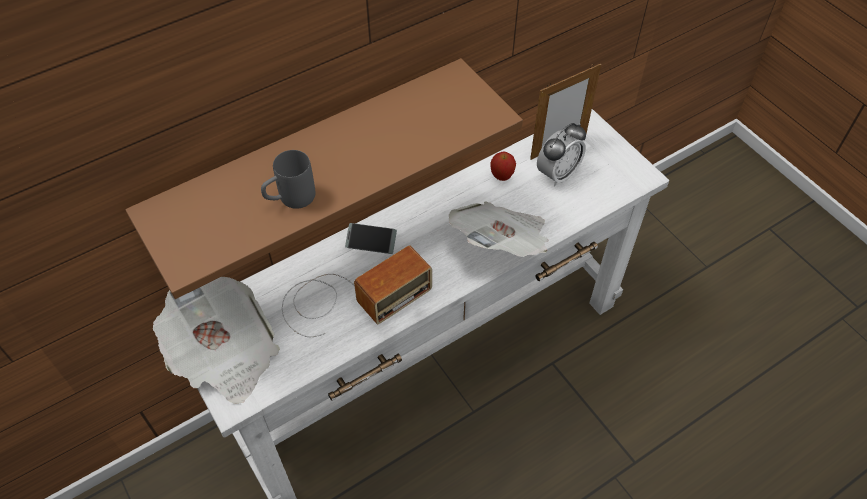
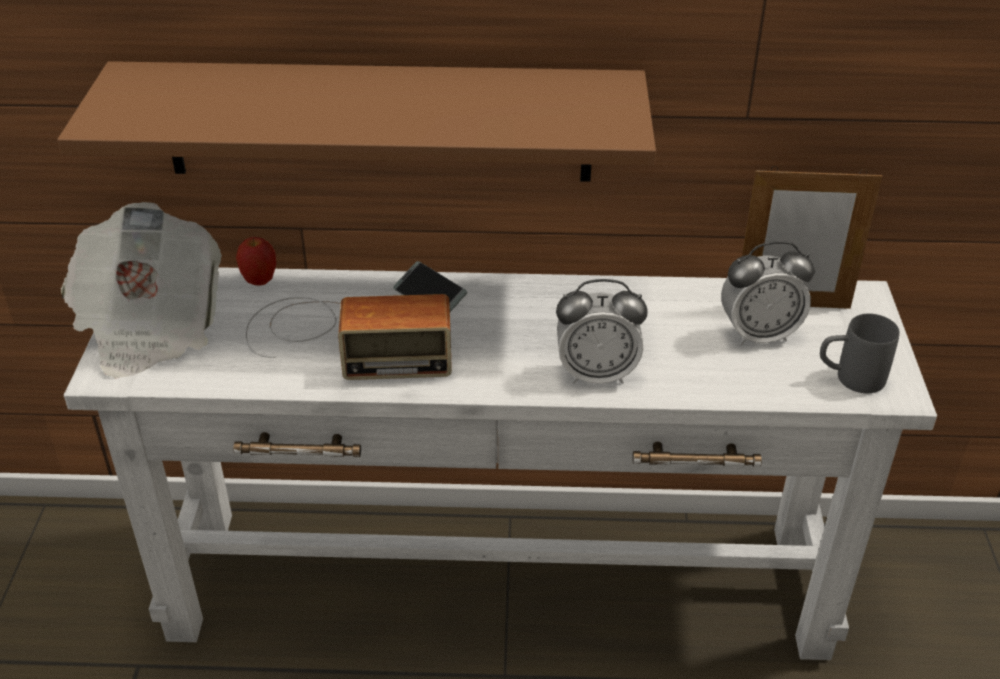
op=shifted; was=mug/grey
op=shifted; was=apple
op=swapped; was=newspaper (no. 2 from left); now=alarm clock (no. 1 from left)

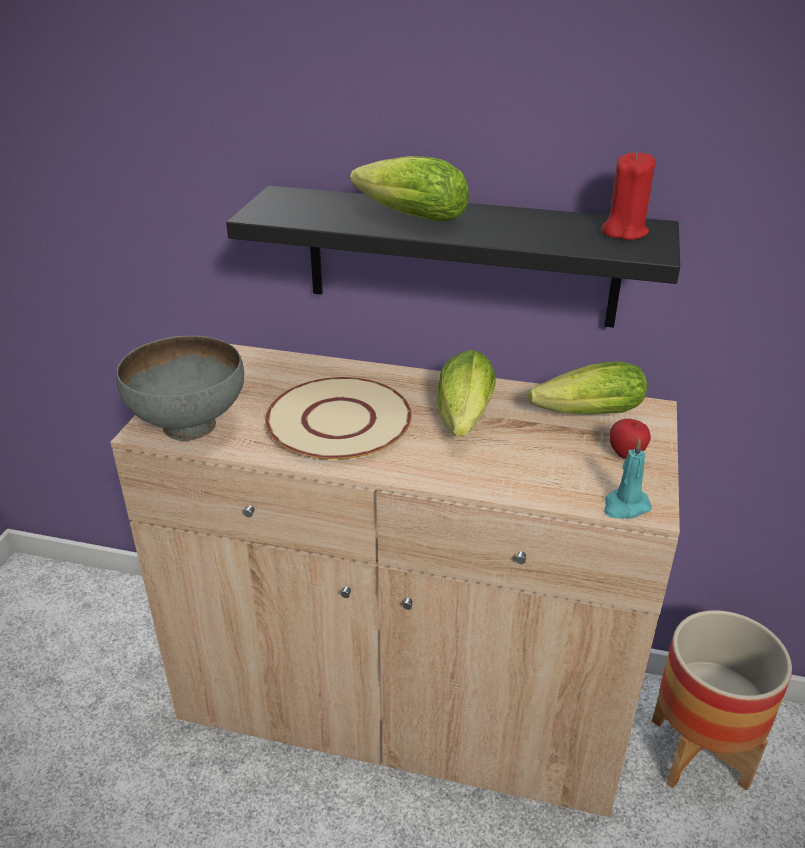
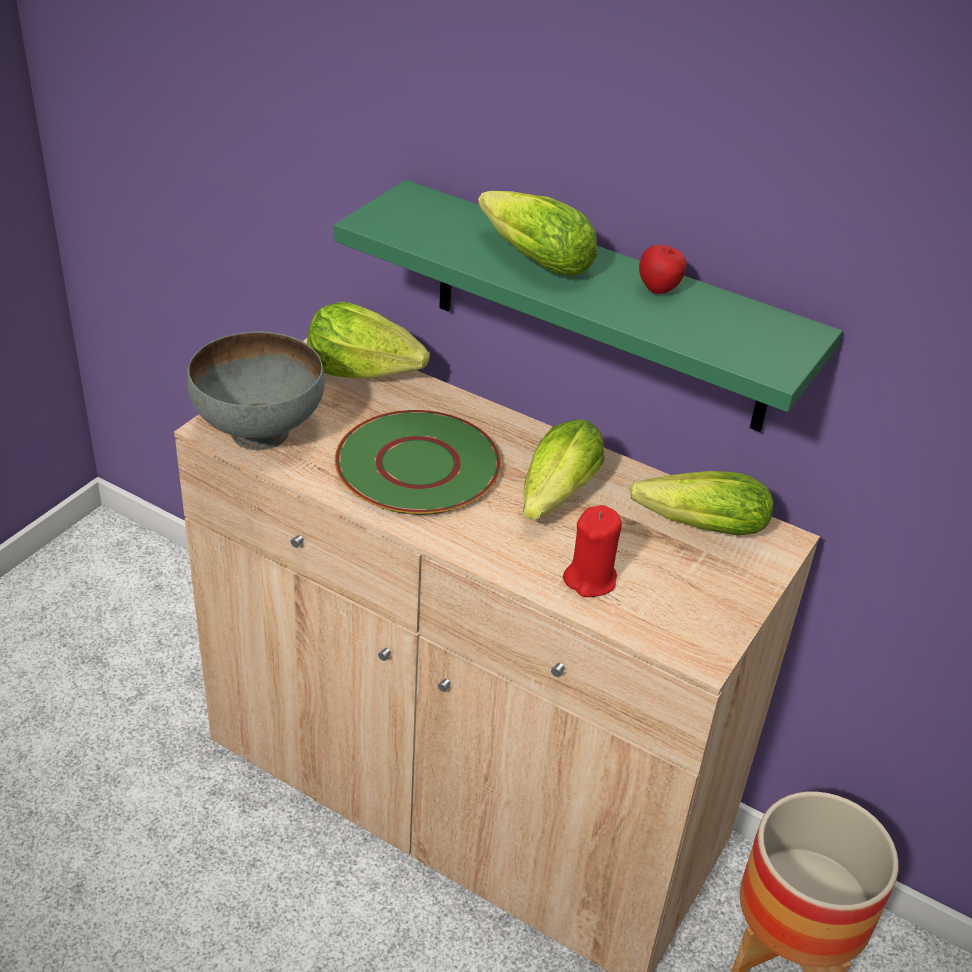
op=shifted; was=candle/red
op=repainted; was=shelf/black; now=shelf/green
op=repainted; was=plate/beige; now=plate/green
op=shifted; was=apple
op=gone; was=candle/turquoise
op=new; now=lettuce (no. 1 from left)

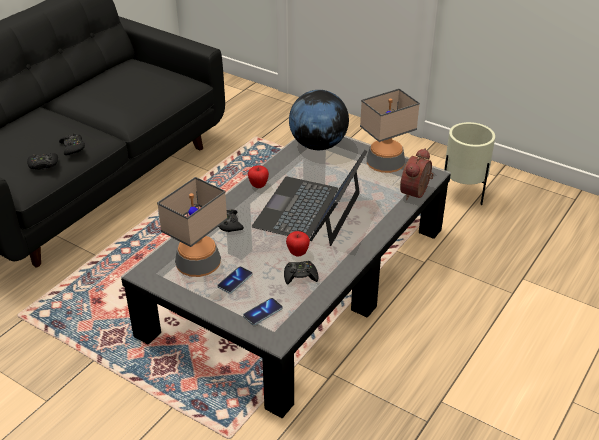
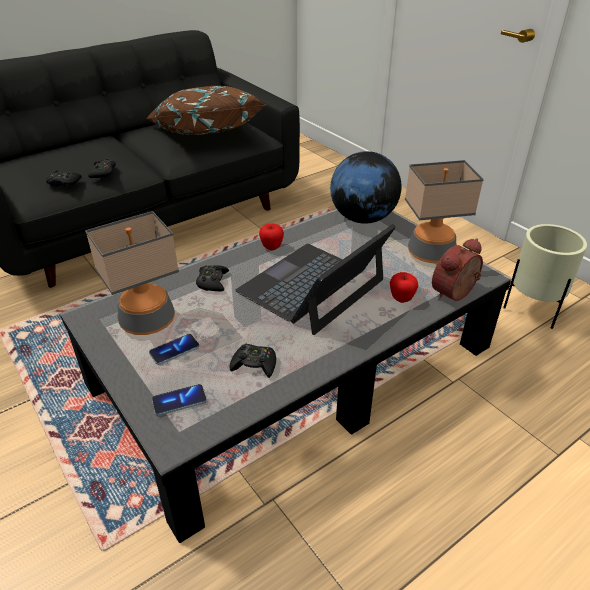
op=shifted; was=apple (no. 2 from left)
op=new; now=pillow/brown

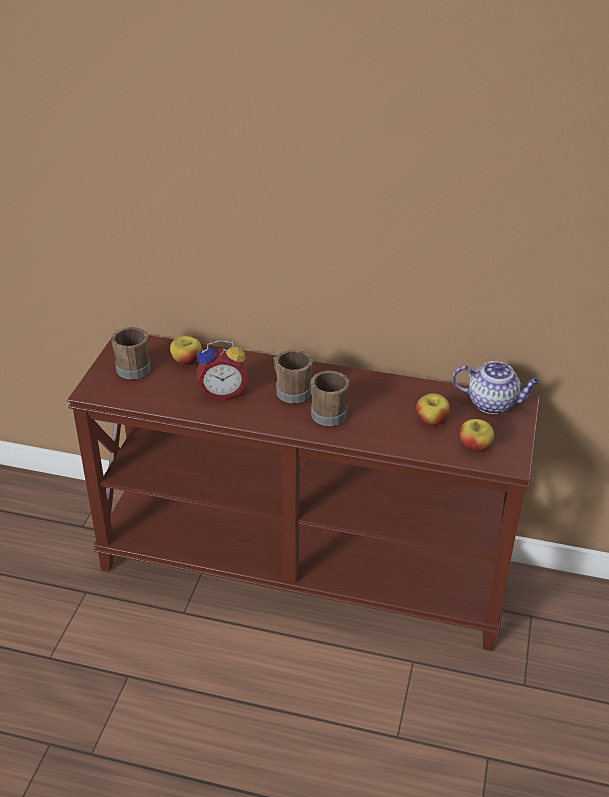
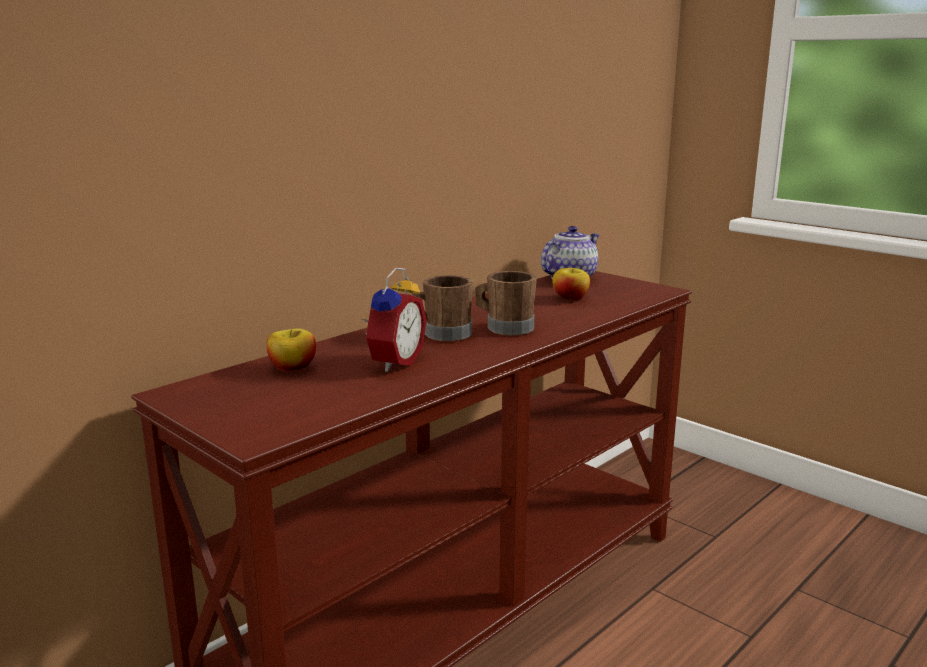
op=gone; was=mug/brown (no. 1 from left)
op=gone; was=apple (no. 3 from left)

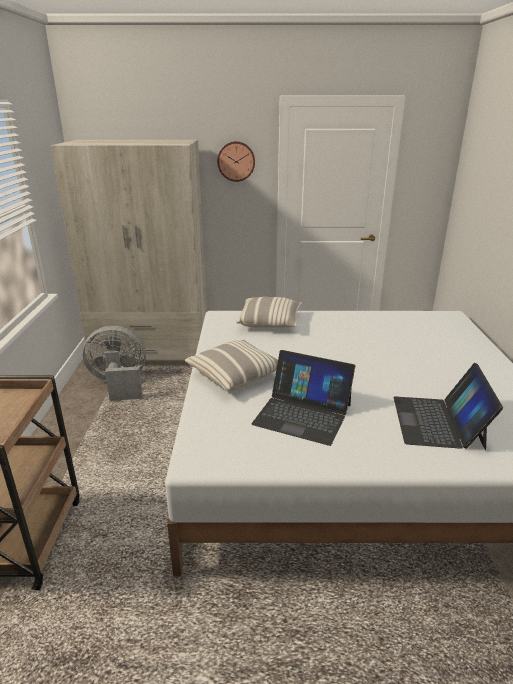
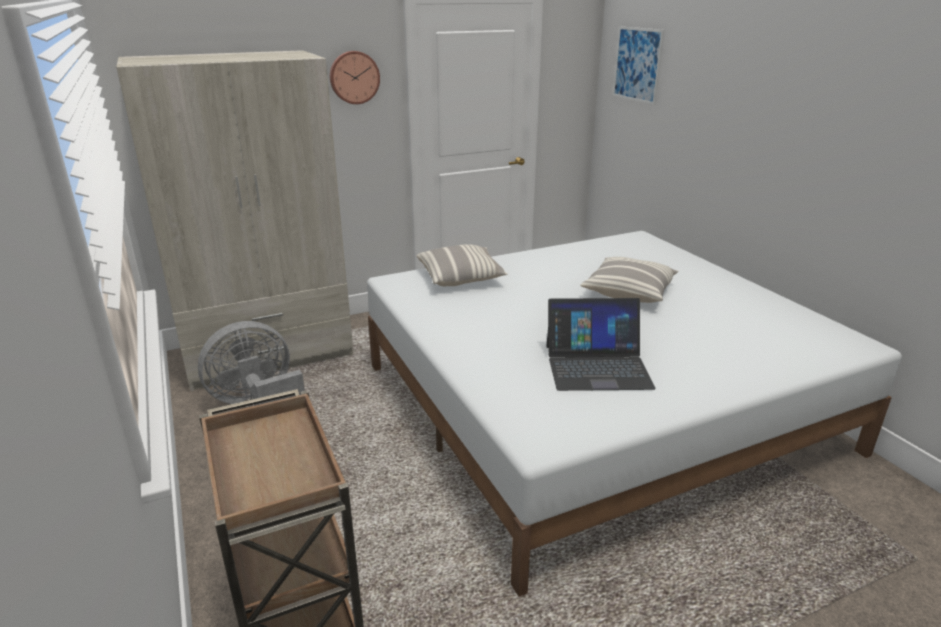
op=shifted; was=pillow (no. 1 from left in the first image); now=pillow (no. 2 from left)
op=gone; was=laptop (no. 2 from left)
op=new; now=picture

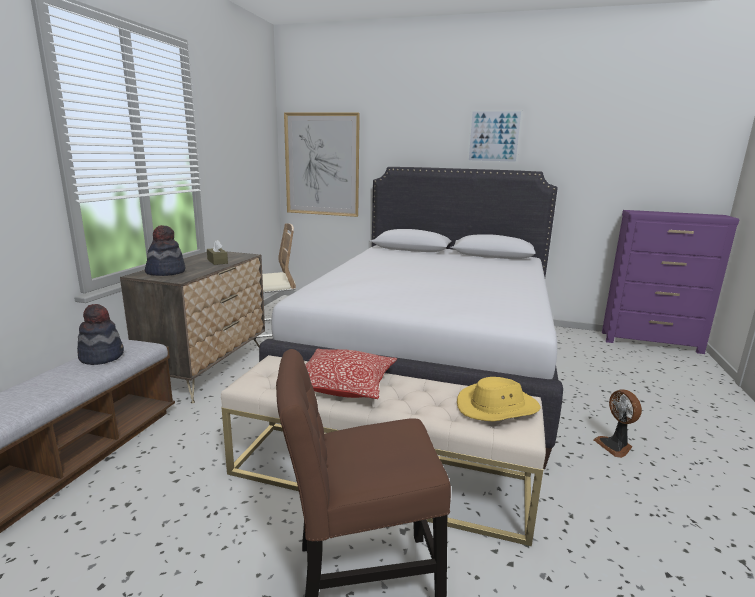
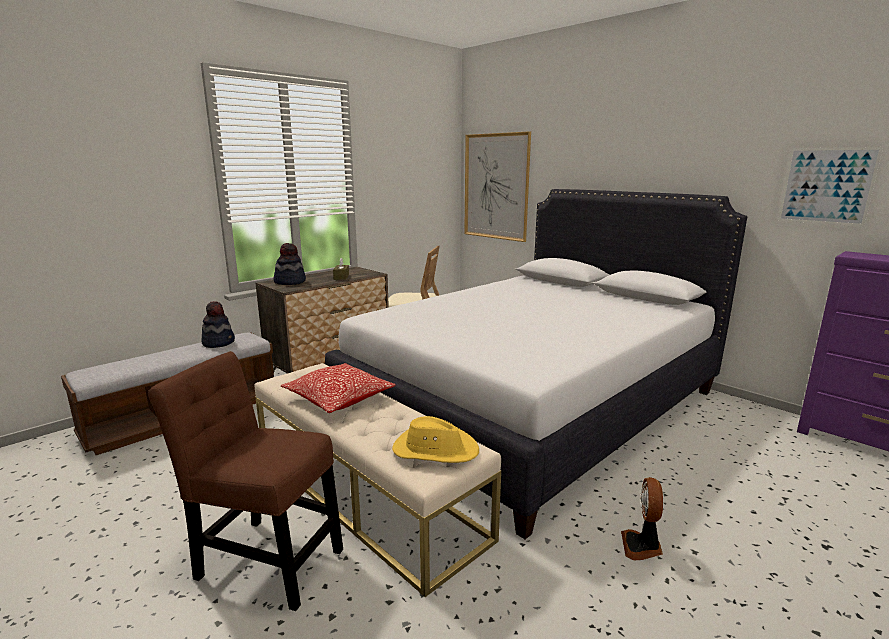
op=shifted; was=picture (no. 2 from left)

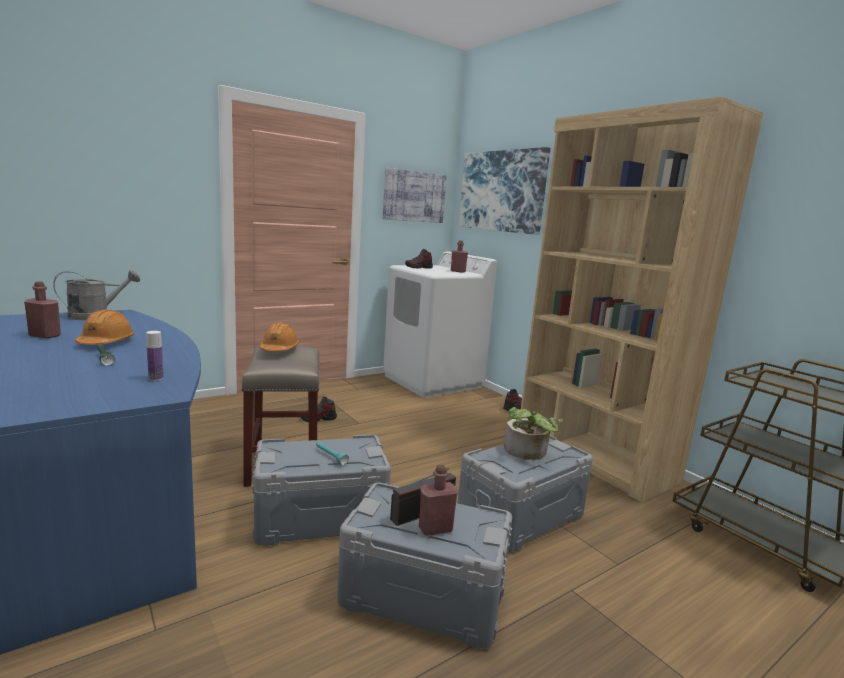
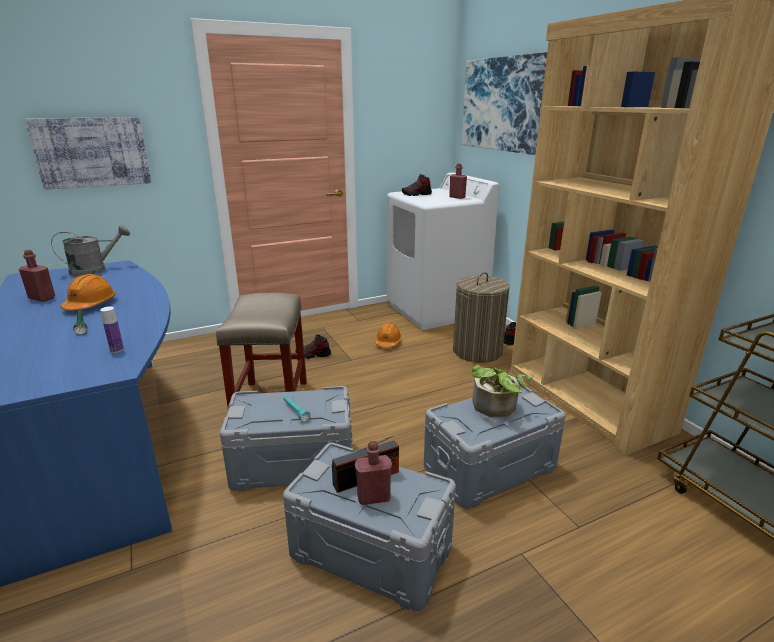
op=shifted; was=picture (no. 1 from left)
op=shifted; was=hard hat/orange (no. 2 from left)
op=new; now=laundry basket

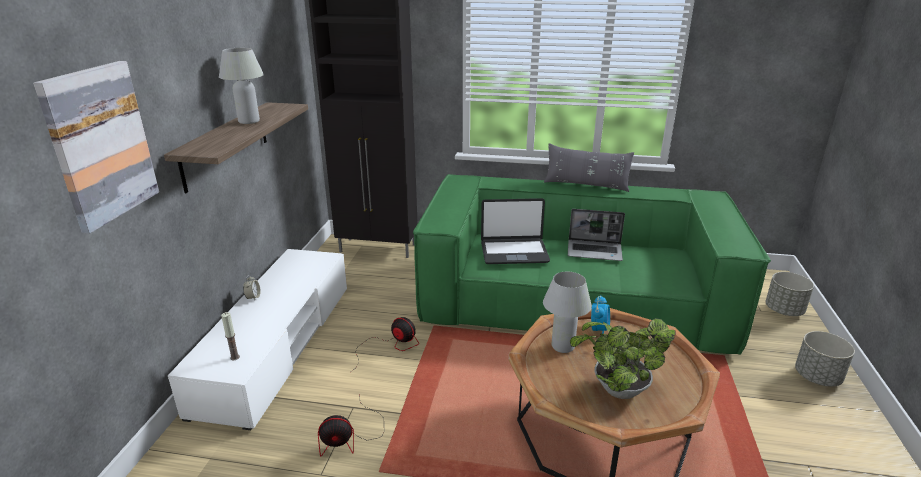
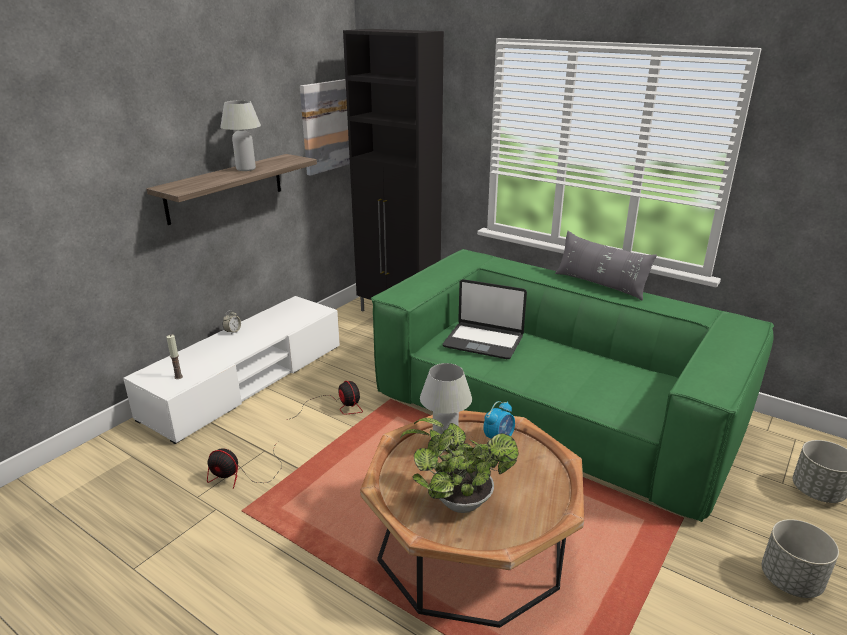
op=shifted; was=picture
op=gone; was=laptop (no. 2 from left)

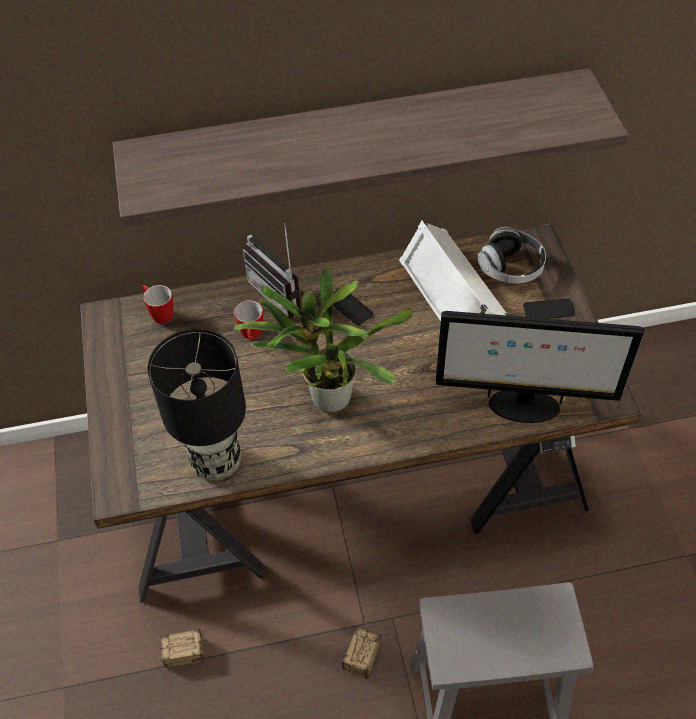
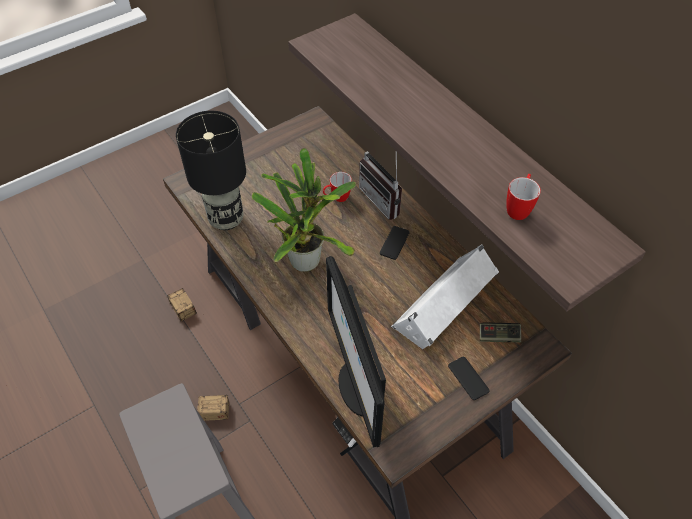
op=rotated; was=radio; clockwise=-60
op=swapped; was=headphones; now=game controller
op=shifted; was=mug (no. 1 from left in the first image); now=mug (no. 2 from left)

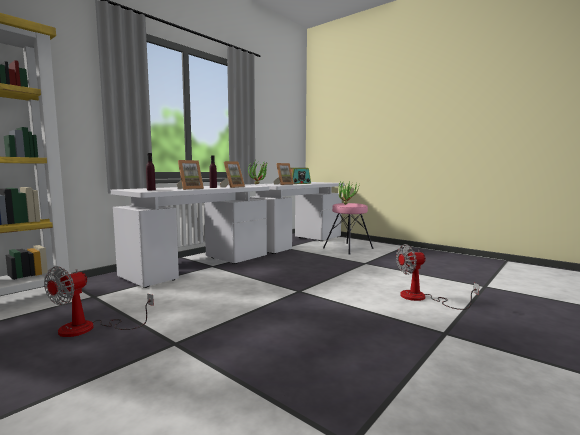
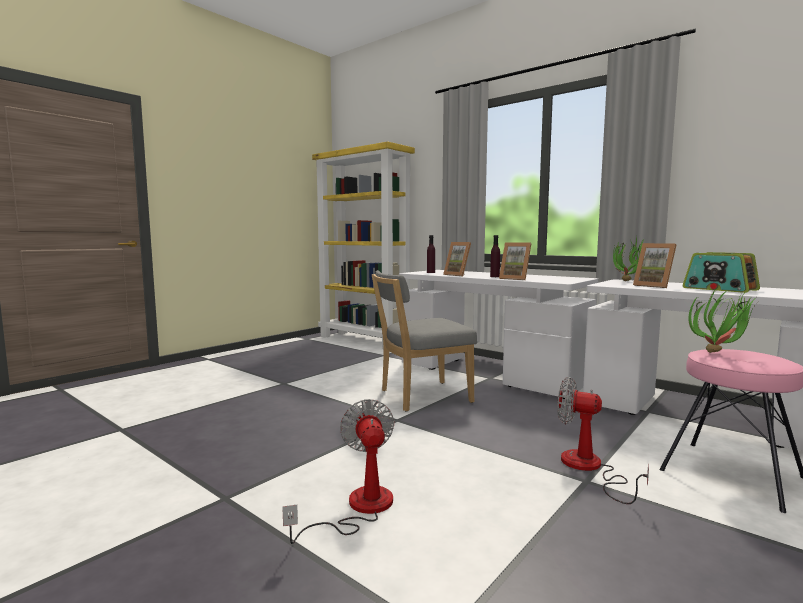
op=shifted; was=fan (no. 1 from left in the first image); now=fan (no. 2 from left)
op=new; now=chair/grey

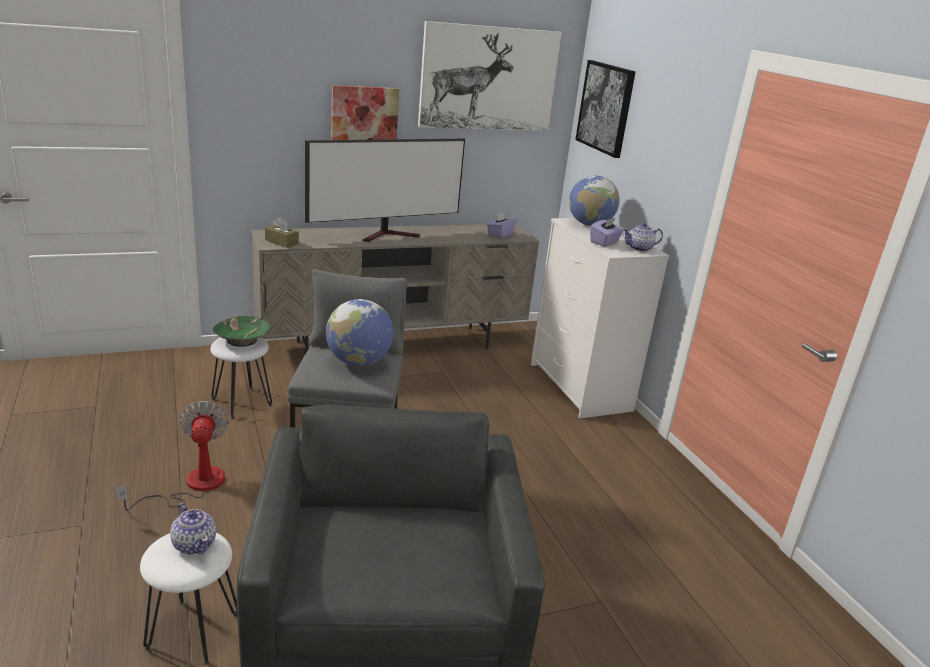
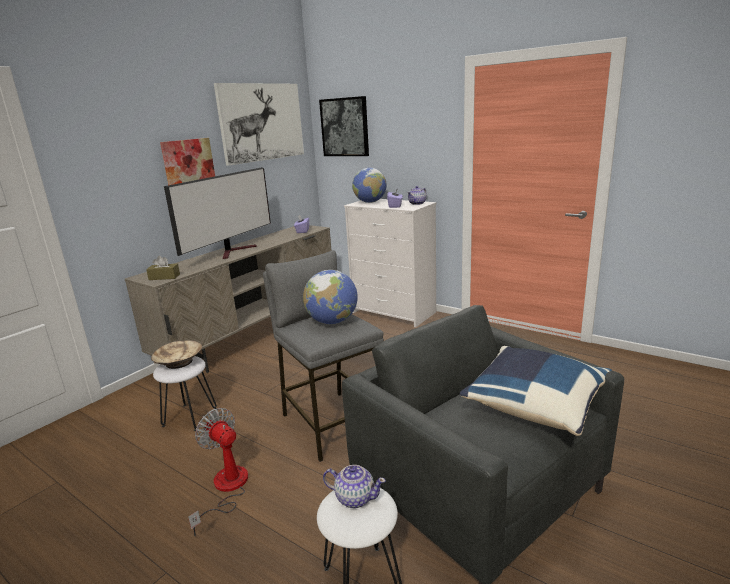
op=repainted; was=bowl/green; now=bowl/beige
op=new; now=pillow/blue

